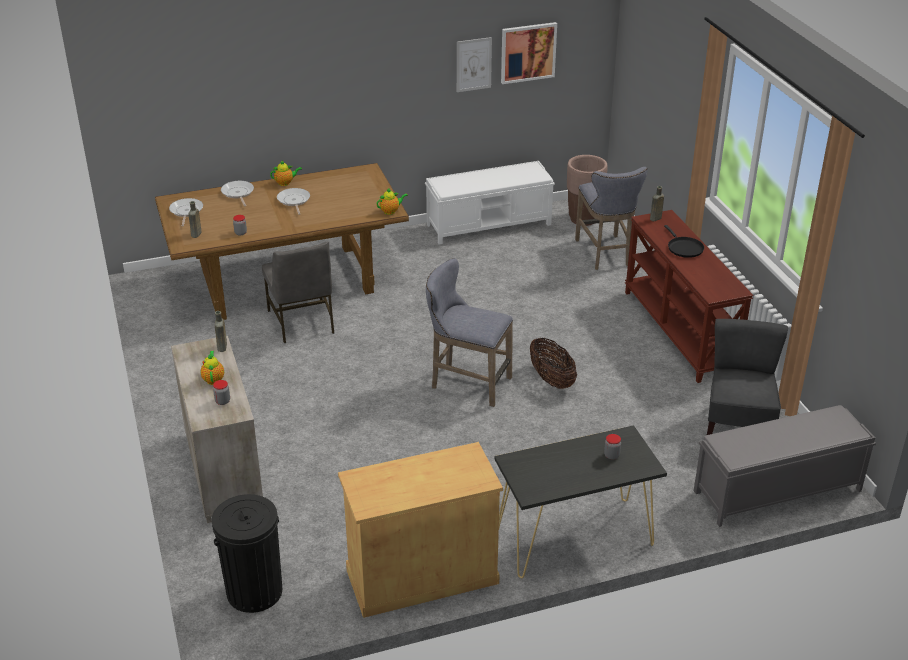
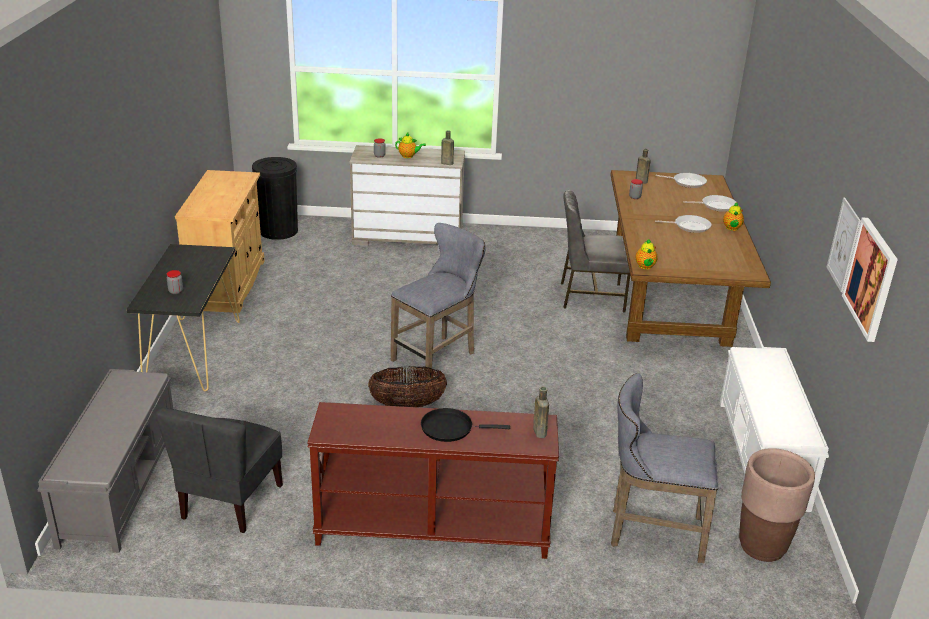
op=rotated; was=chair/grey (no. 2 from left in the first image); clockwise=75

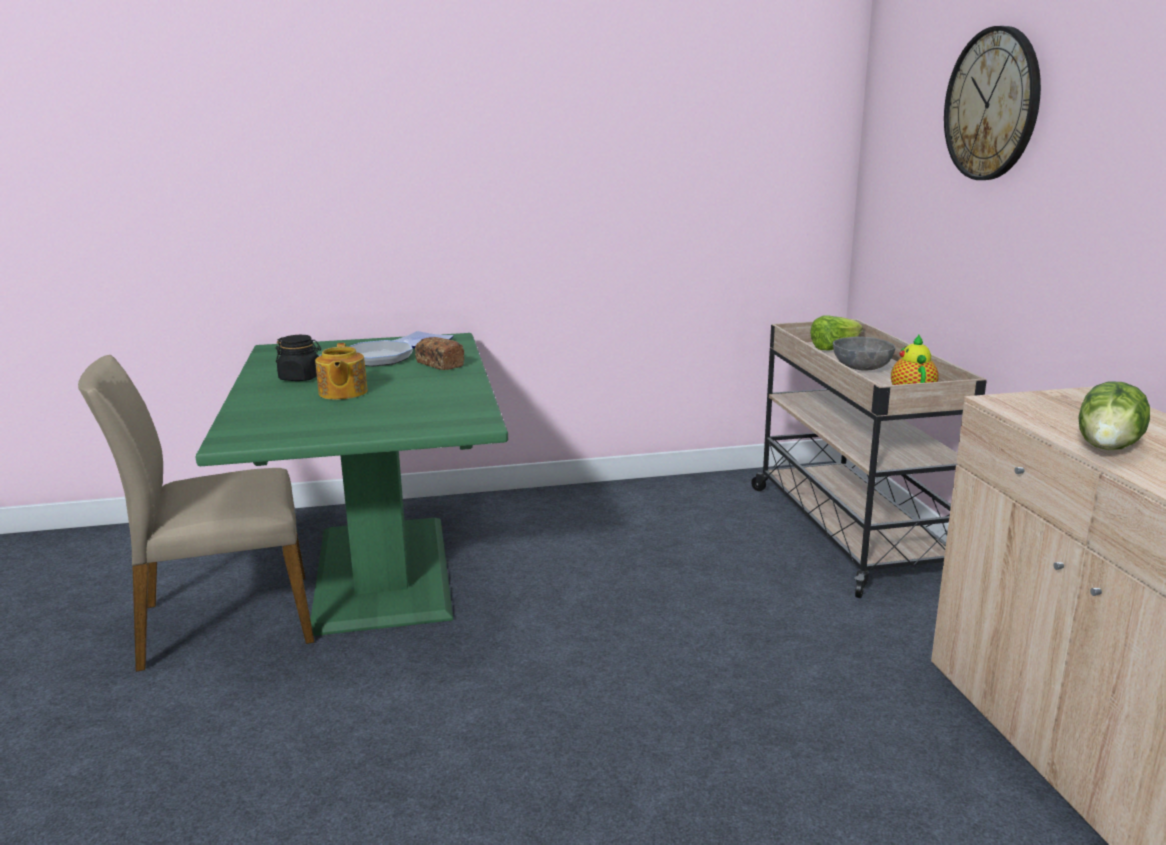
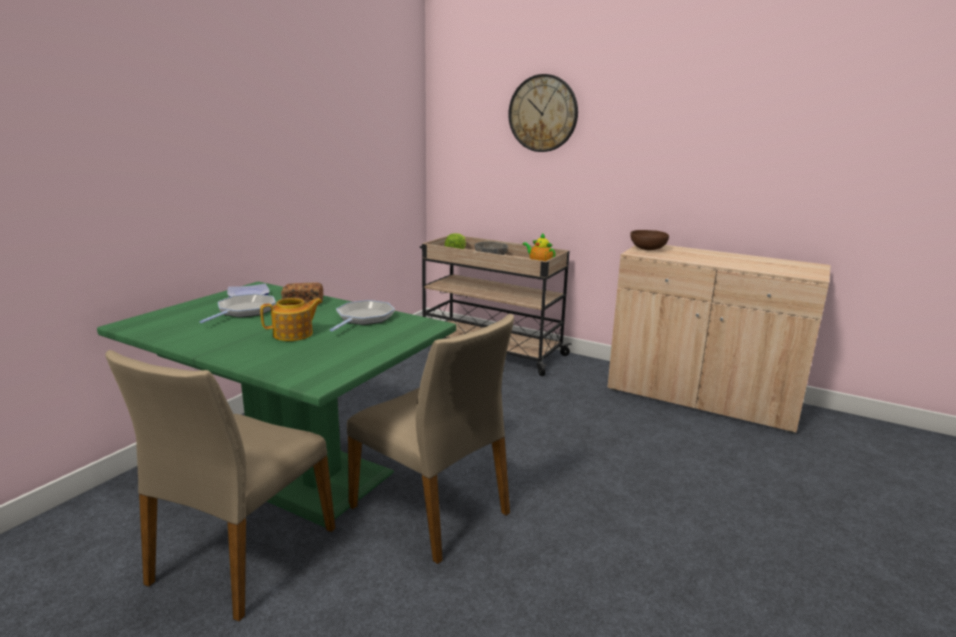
op=gone; was=jar/black
op=rotated; was=teapot (no. 1 from left); clockwise=-60
op=gone; was=lettuce (no. 2 from left)
op=new; now=bowl/brown
op=new; now=frying pan (no. 2 from left)
op=new; now=chair/beige (no. 2 from left)

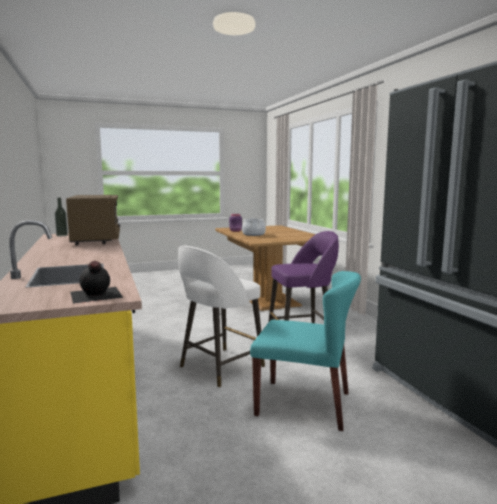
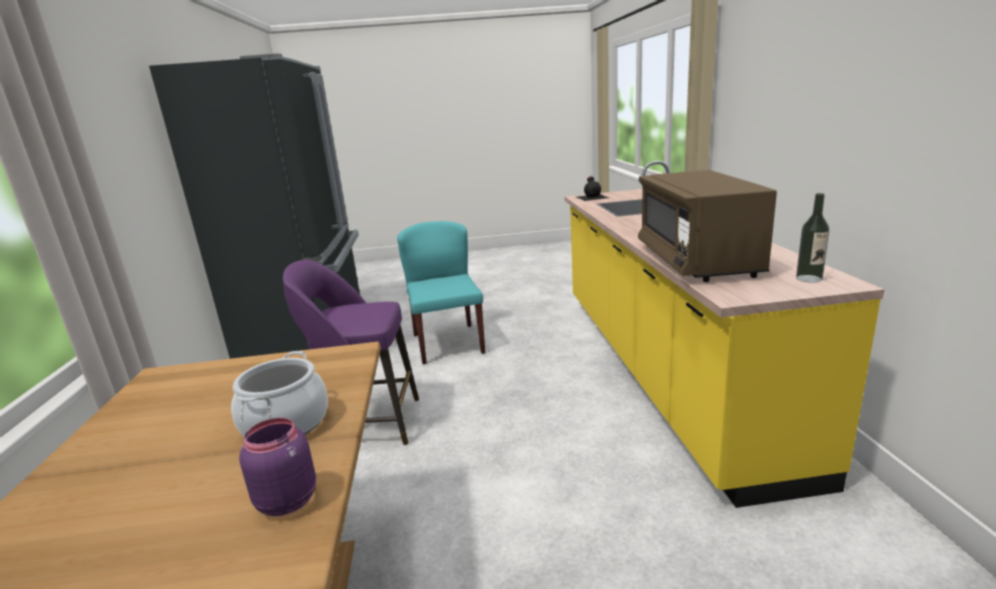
op=gone; was=stool/white
op=rotated; was=chair/turquoise; clockwise=45

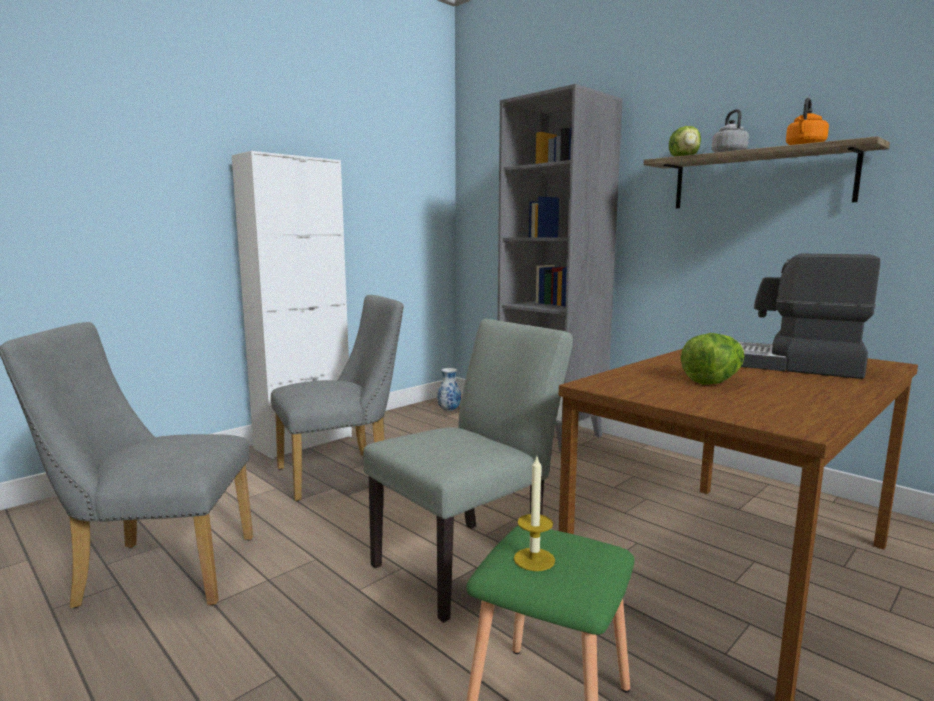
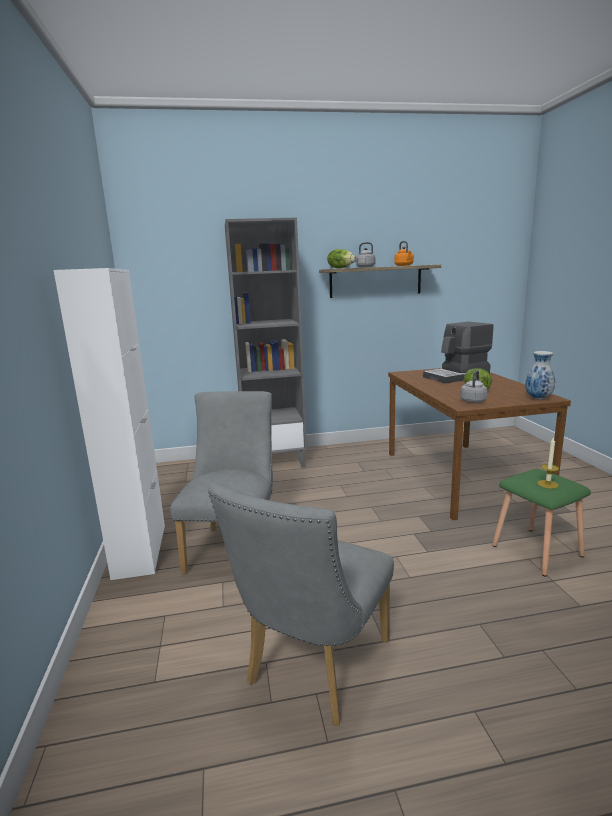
op=gone; was=chair/grey (no. 3 from left)
op=shifted; was=vase
op=new; now=kettle/grey (no. 2 from left)

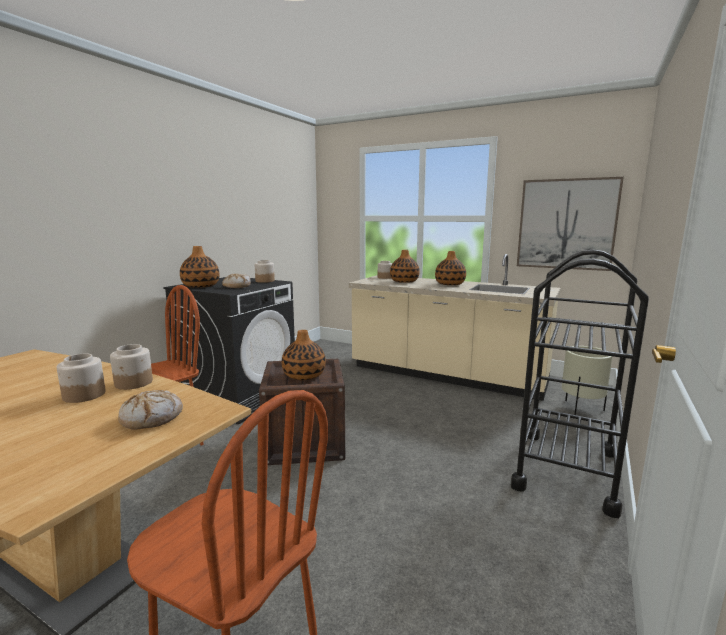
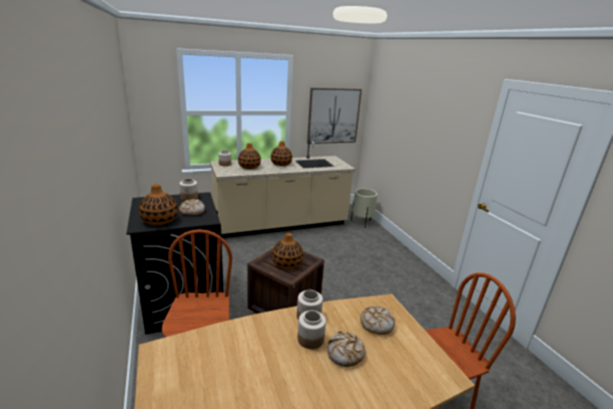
op=gone; was=cart/black
op=new; now=bread (no. 2 from left)

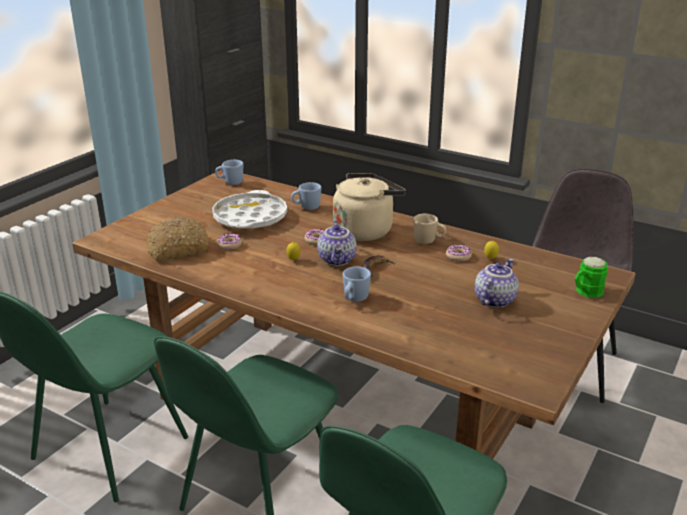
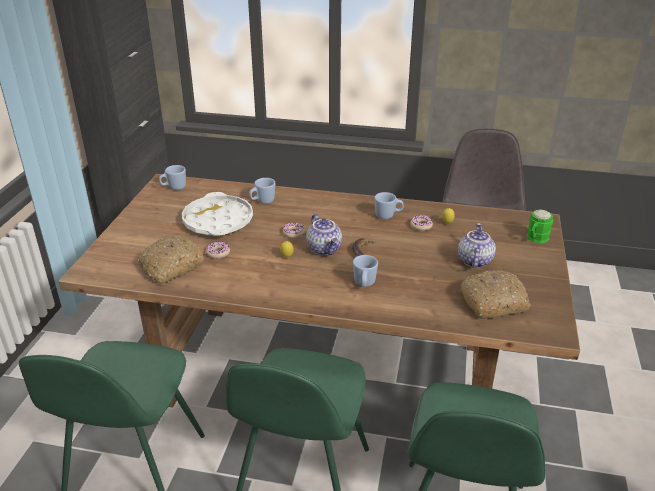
op=gone; was=kettle/beige
op=repainted; was=mug/beige; now=mug/blue (no. 4 from left)
op=new; now=bread (no. 2 from left)

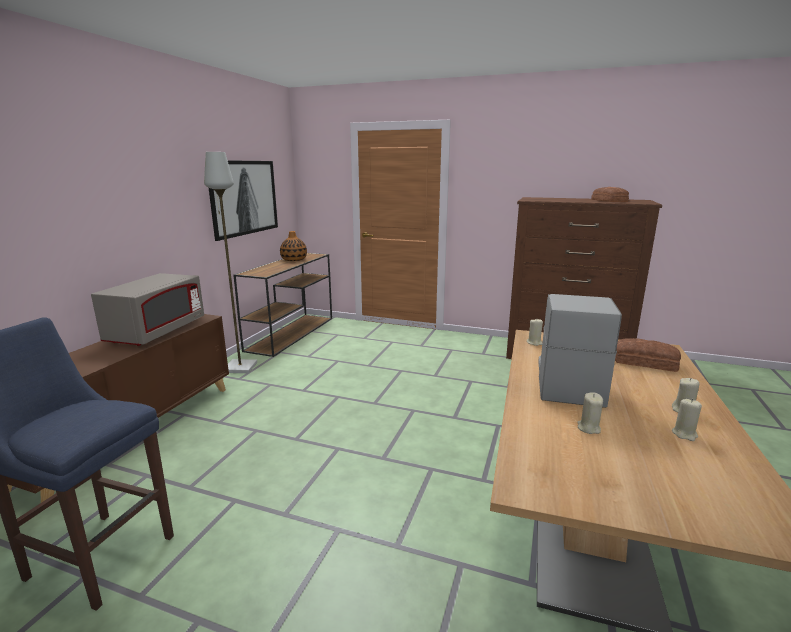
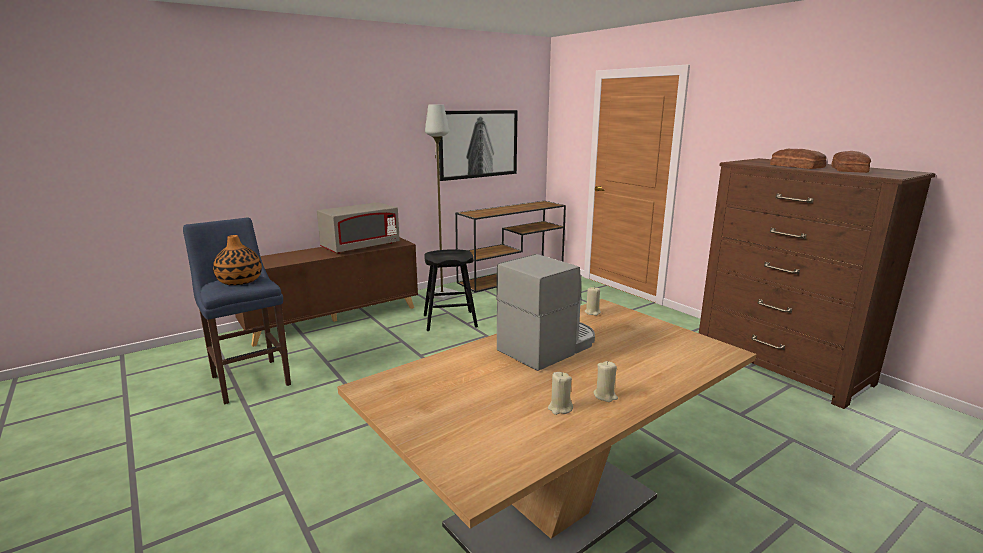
op=shifted; was=vase
op=shifted; was=bread (no. 2 from left in the first image); now=bread (no. 1 from left)
op=gone; was=candle/beige (no. 2 from left)
op=new; now=stool/black

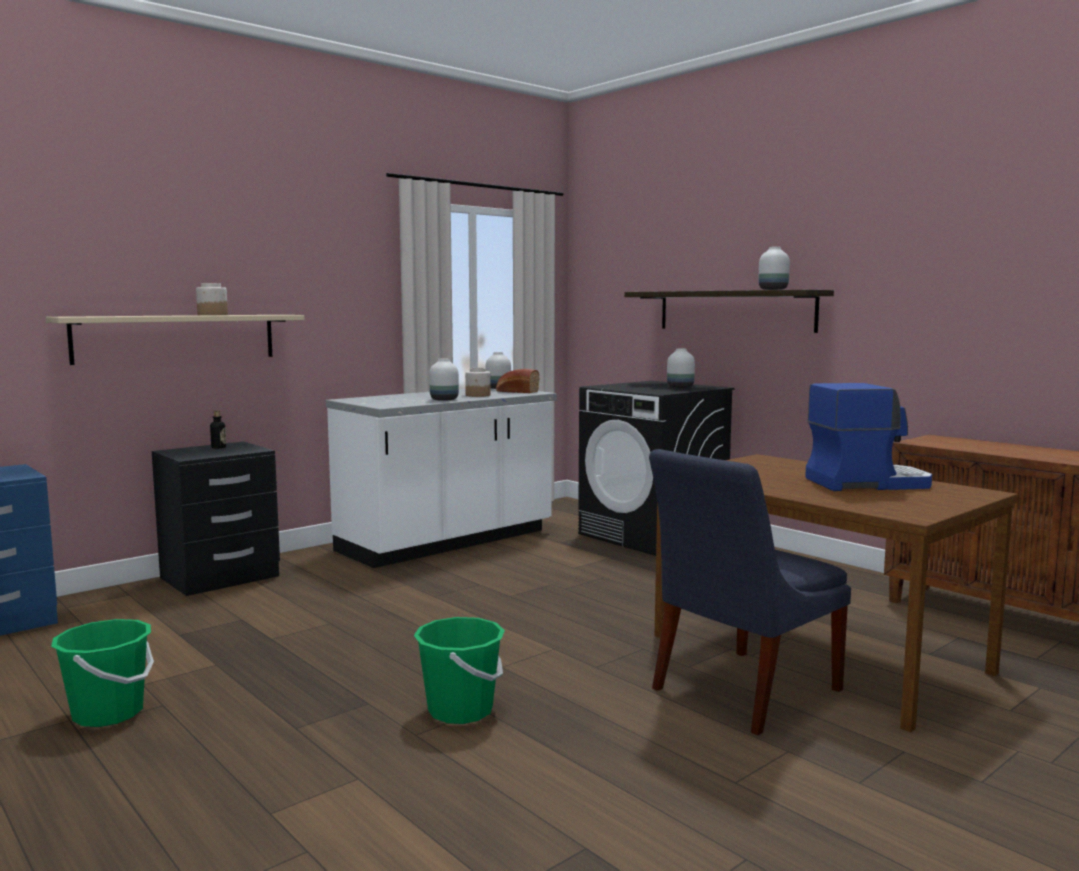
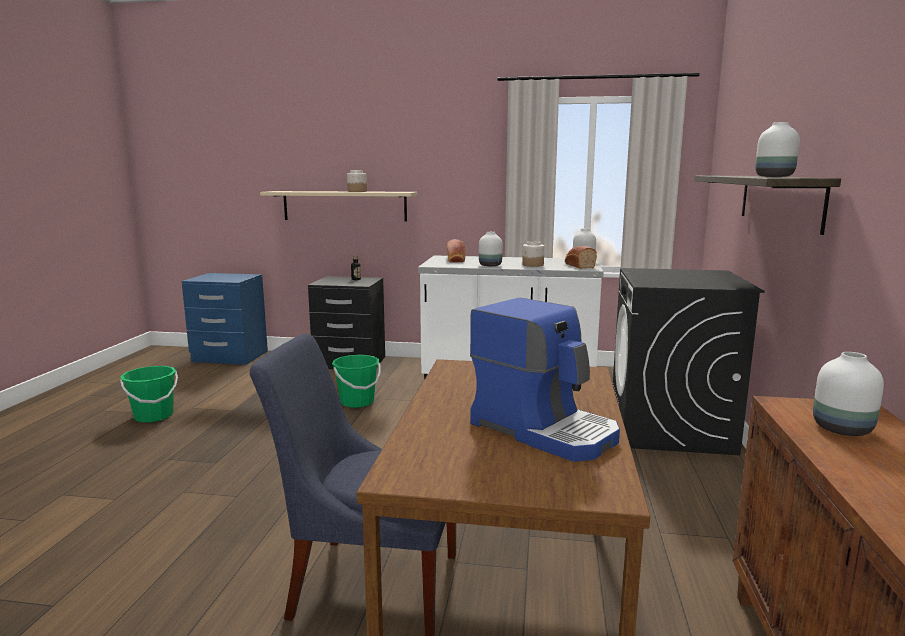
op=shifted; was=vase/white (no. 3 from left in the first image); now=vase/white (no. 4 from left)
op=shifted; was=bucket/green (no. 2 from left)
op=new; now=bread (no. 1 from left)

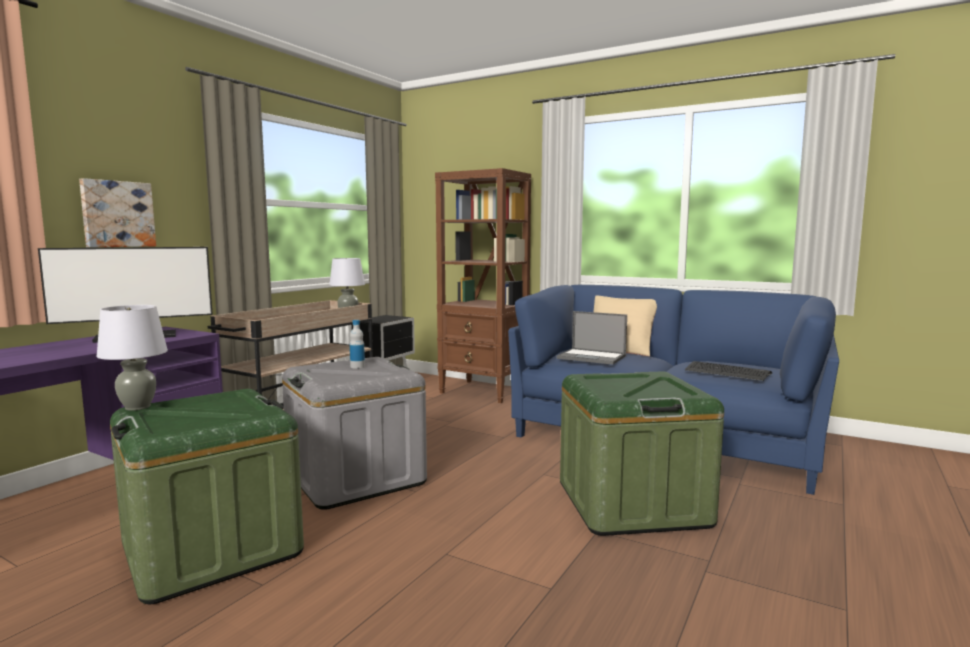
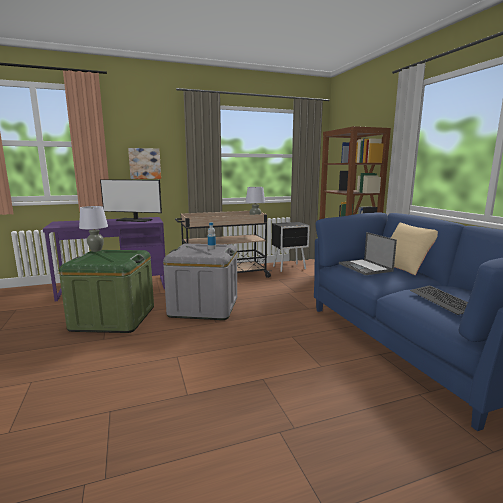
op=gone; was=storage box/green (no. 2 from left)

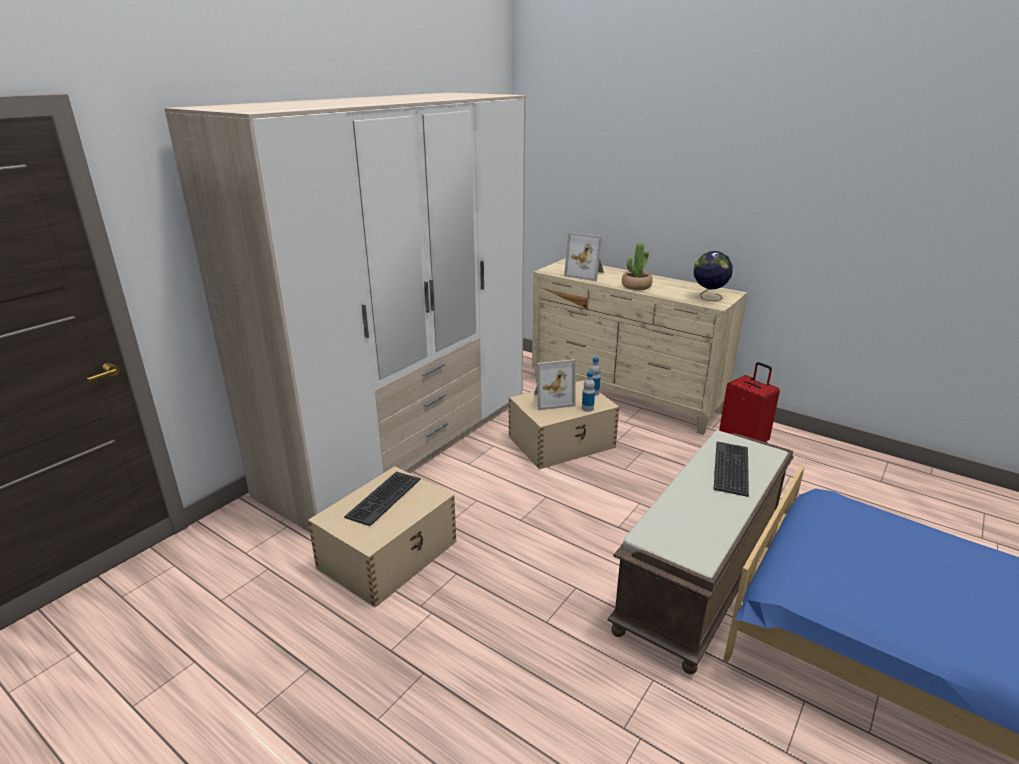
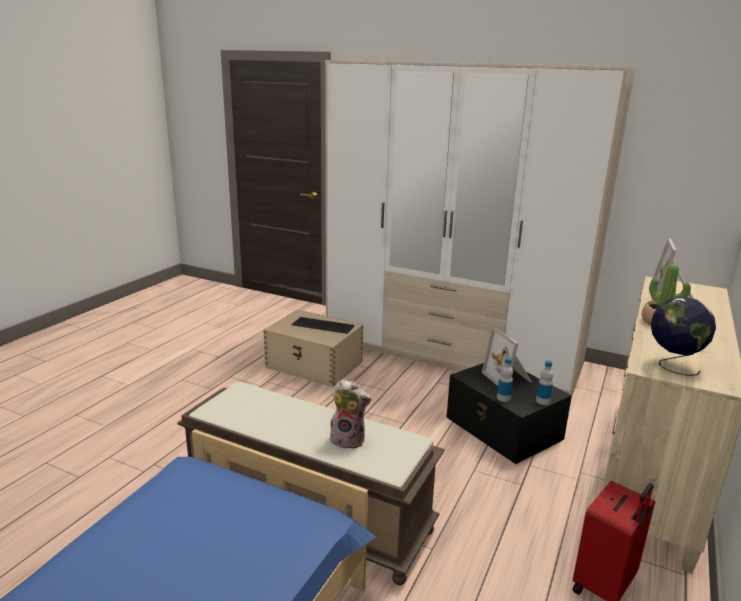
op=repainted; was=storage box/beige (no. 2 from left); now=storage box/black
op=swapped; was=keyboard (no. 2 from left); now=plush toy

